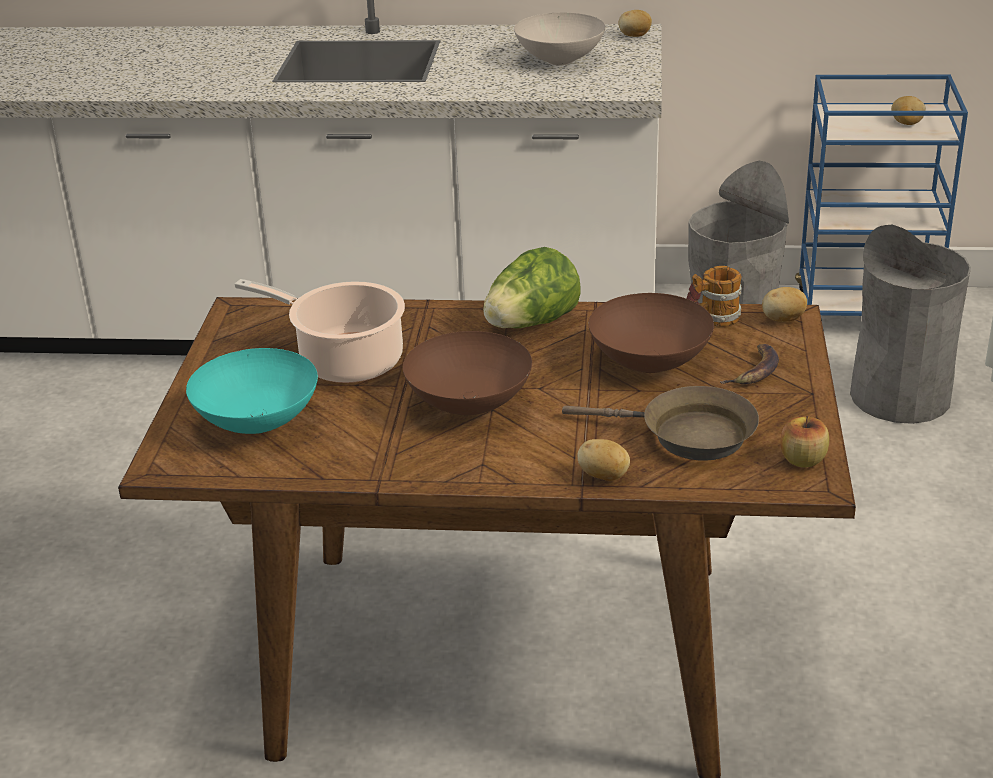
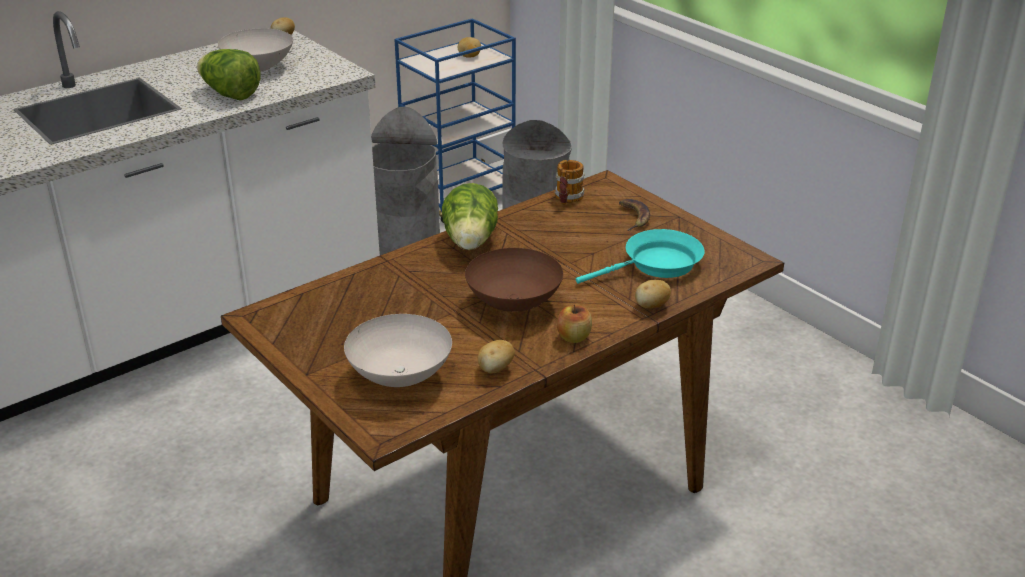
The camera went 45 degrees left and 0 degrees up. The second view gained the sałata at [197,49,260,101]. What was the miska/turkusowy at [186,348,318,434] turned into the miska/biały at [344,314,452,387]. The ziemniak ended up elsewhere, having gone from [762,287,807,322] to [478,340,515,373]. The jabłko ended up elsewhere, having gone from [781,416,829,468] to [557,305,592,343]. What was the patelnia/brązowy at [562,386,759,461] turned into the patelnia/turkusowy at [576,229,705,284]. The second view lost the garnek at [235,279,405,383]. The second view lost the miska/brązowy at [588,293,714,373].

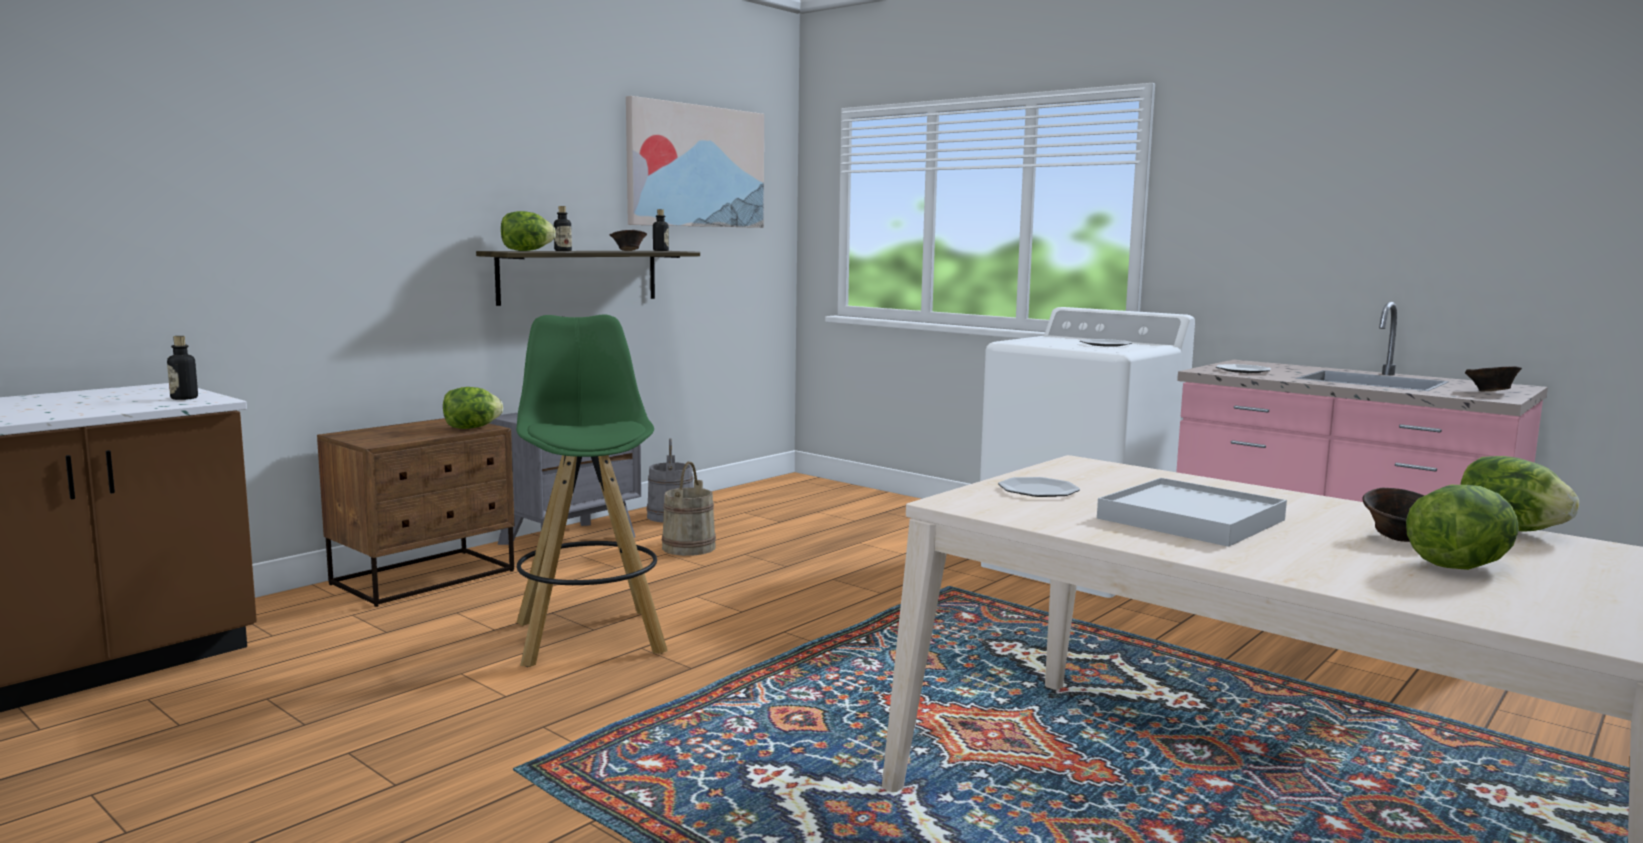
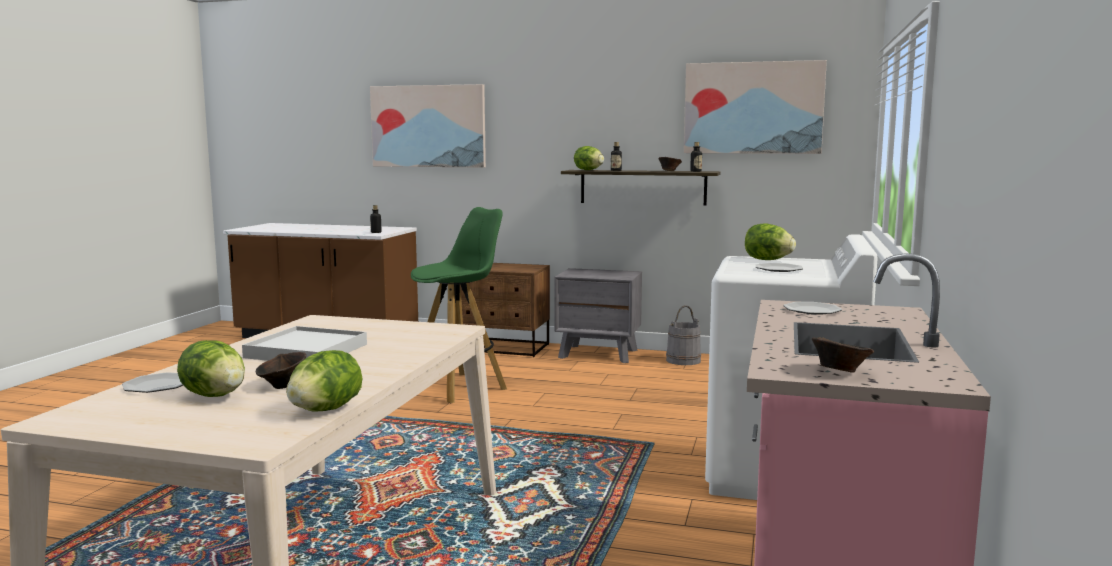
The camera went 65 degrees right and 0 degrees up. The talerz ended up elsewhere, having gone from [998,477,1080,497] to [122,372,183,393]. The second view gained the obraz at [370,84,486,168]. The sałata ended up elsewhere, having gone from [443,387,503,429] to [745,224,796,260]. The second view lost the wiadro/beżowy at [661,462,716,556].

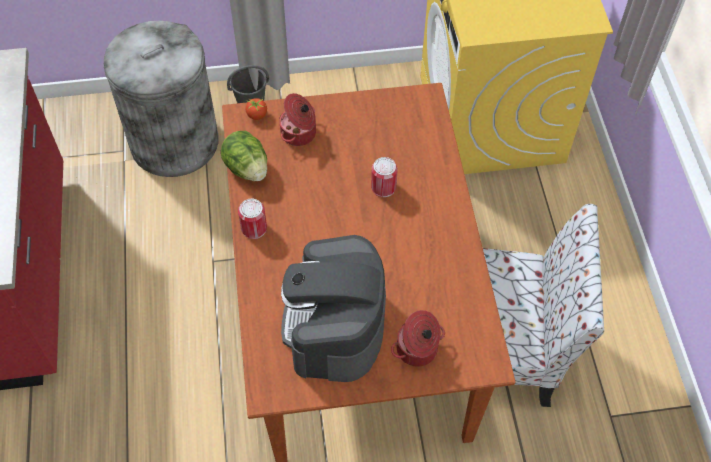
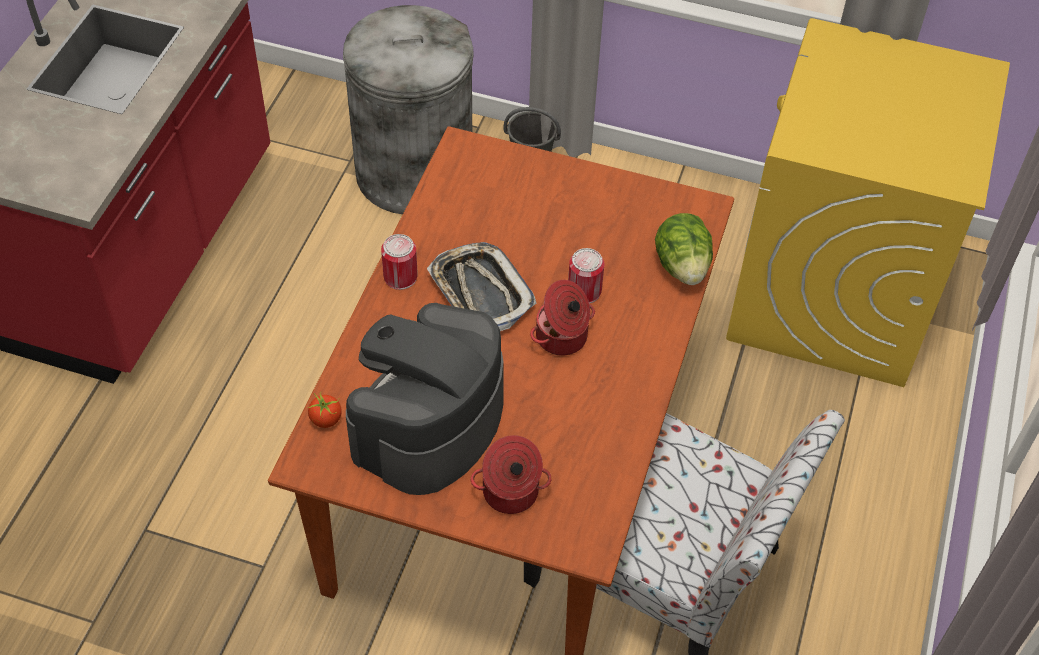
The camera went 25 degrees right and 5 degrees down. The pomidor ended up elsewhere, having gone from [246,97,267,120] to [308,392,342,428]. The second view gained the taca at [427,242,537,331]. The garnek ended up elsewhere, having gone from [279,93,316,146] to [530,280,595,356]. The sałata ended up elsewhere, having gone from [221,131,267,181] to [655,213,713,285].

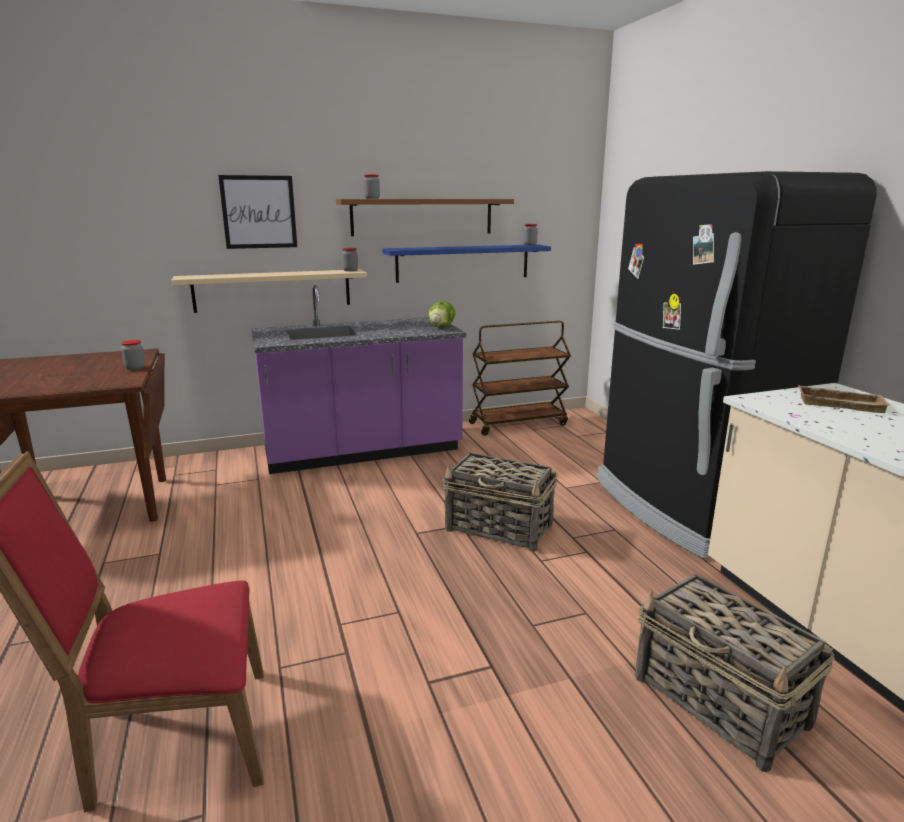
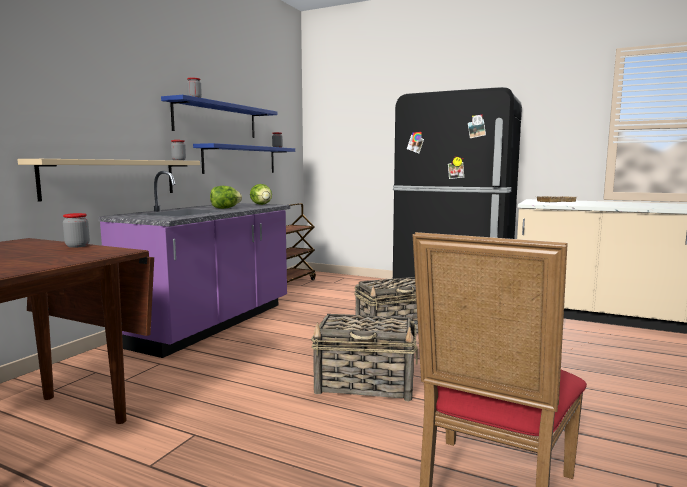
The camera went 45 degrees left and 10 degrees down. What was the półka/brązowy at [336,199,514,236] turned into the półka/niebieski at [161,95,277,138]. The second view gained the sałata at [210,186,242,209]. The koszyk ended up elsewhere, having gone from [635,574,835,772] to [311,314,418,401]. The second view lost the obraz at [218,175,297,249].

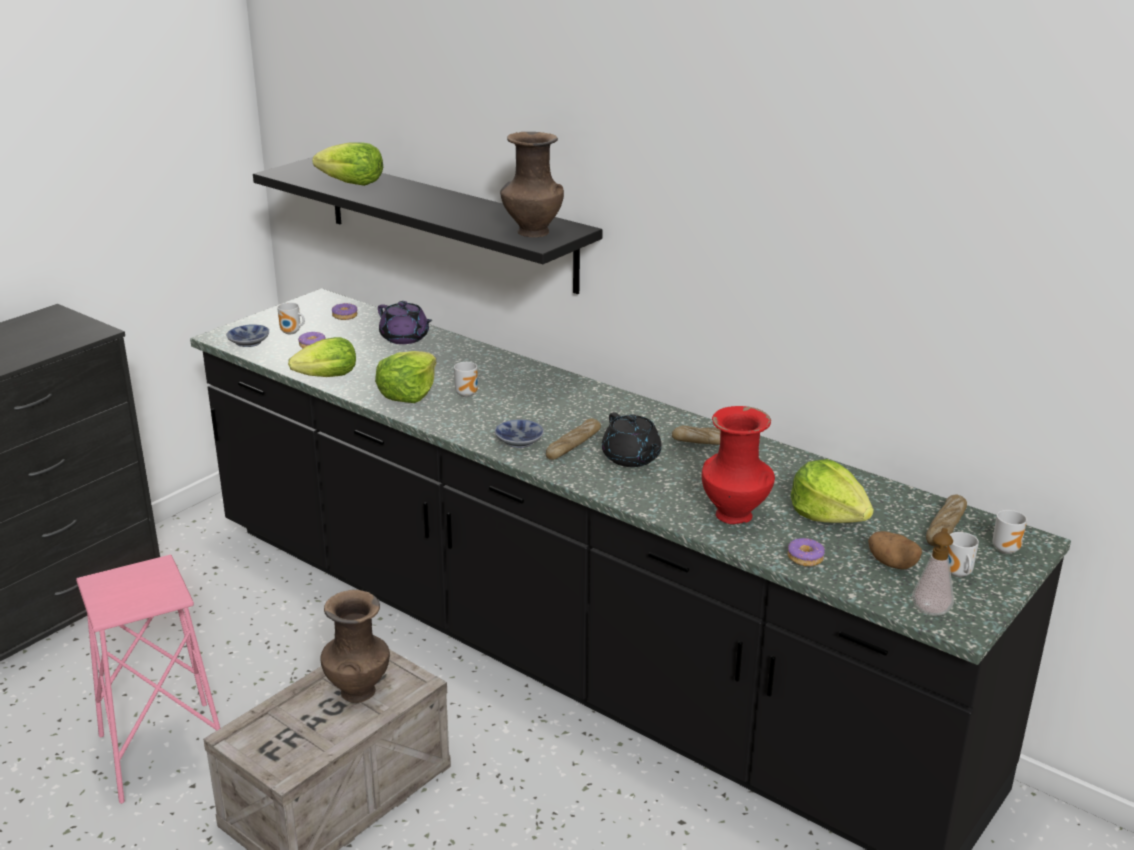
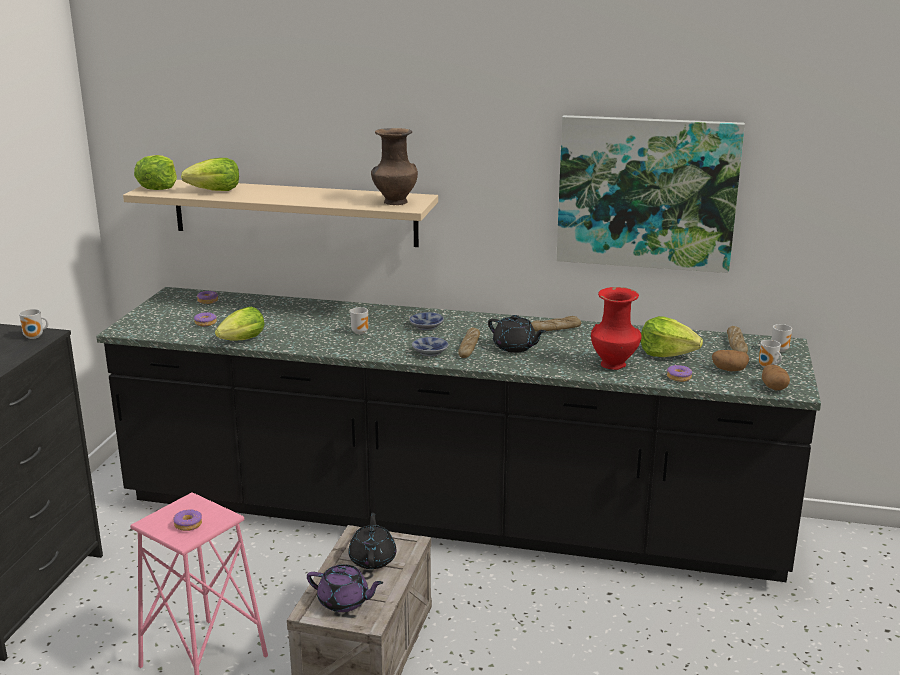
The camera went 25 degrees left and 5 degrees down. The kubek ended up elsewhere, having gone from [277,302,305,334] to [19,309,48,339]. What was the półka/czarny at [253,157,603,294] turned into the półka/beżowy at [123,180,438,247]. The sałata ended up elsewhere, having gone from [375,351,436,403] to [134,155,177,190]. The second view gained the donut at [173,510,202,531]. The imbryk/fioletowy ended up elsewhere, having gone from [378,301,433,344] to [307,564,384,612]. Where the wazon/brązowy stood at [320,590,390,703], the imbryk/czarny came to stand at [348,513,396,569]. The miska ended up elsewhere, having gone from [226,324,269,347] to [409,312,444,330]. The second view gained the obraz at [556,115,745,273]. Where the dozownik mydła stood at [912,528,954,616], the ziemniak came to stand at [762,365,790,390].

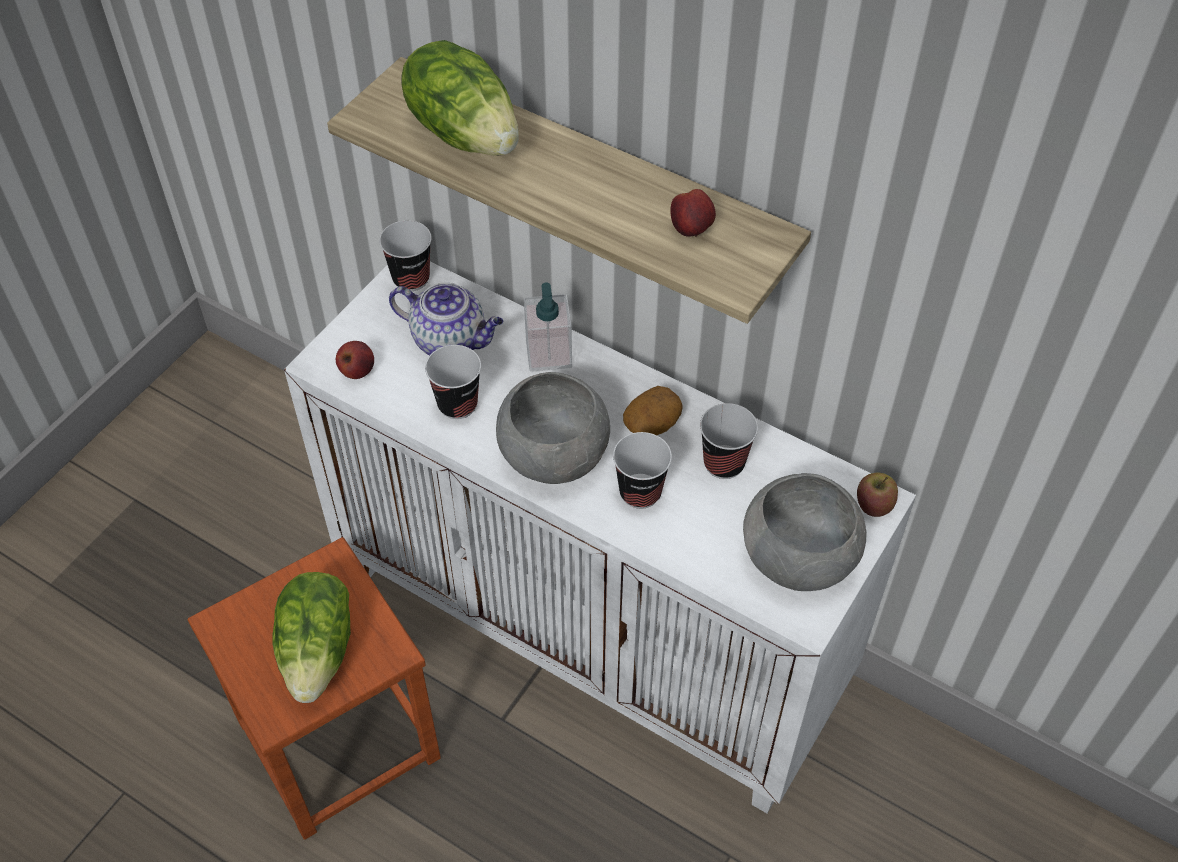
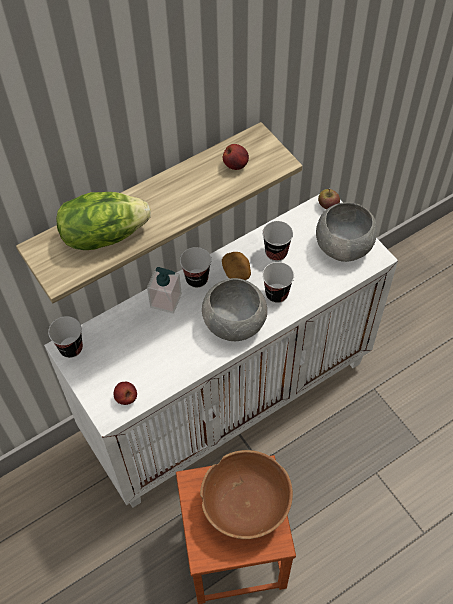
The camera went 65 degrees left and 5 degrees up. The filiżanka ended up elsewhere, having gone from [425,345,481,419] to [180,247,211,288]. Where the sałata stood at [272,572,351,703], the miska/brązowy came to stand at [200,450,293,539]. The second view lost the imbryk at [389,283,503,355].

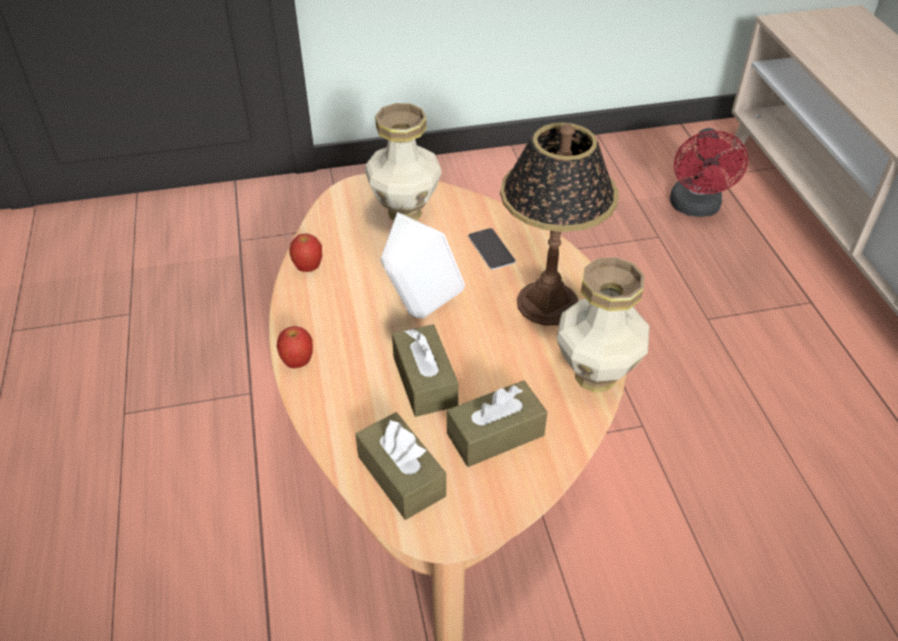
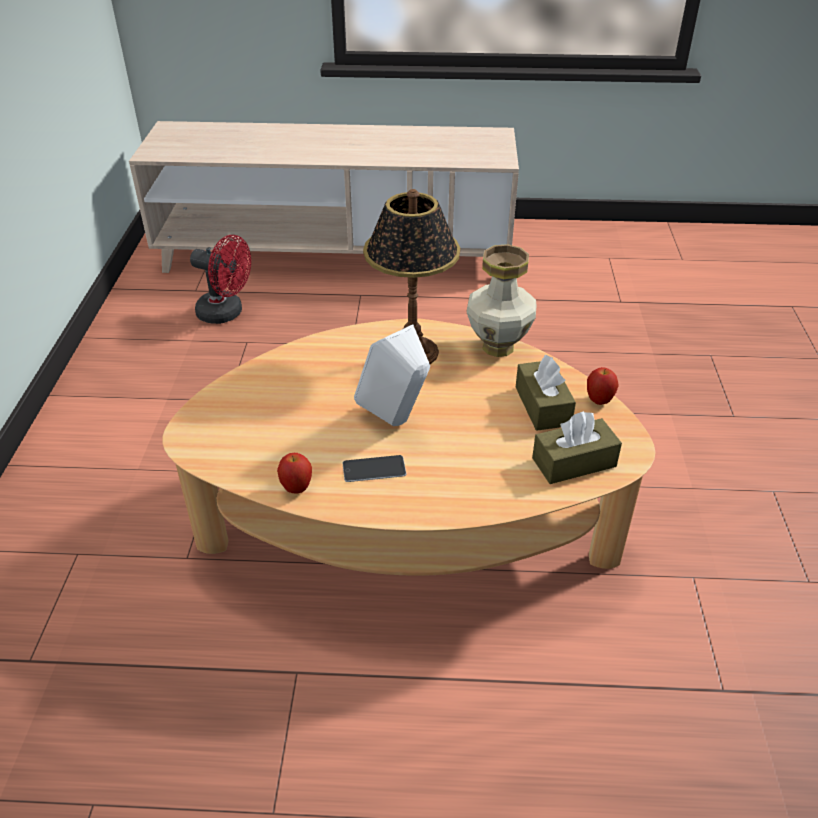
The camera went 75 degrees left and 5 degrees down. The telefon ended up elsewhere, having gone from [468,228,516,270] to [343,455,406,482]. The jabłko ended up elsewhere, having gone from [277,326,313,368] to [587,367,619,405]. The second view lost the wazon at [365,103,442,220]. The second view lost the pudełko chusteczek/brązowy at [392,324,458,417].

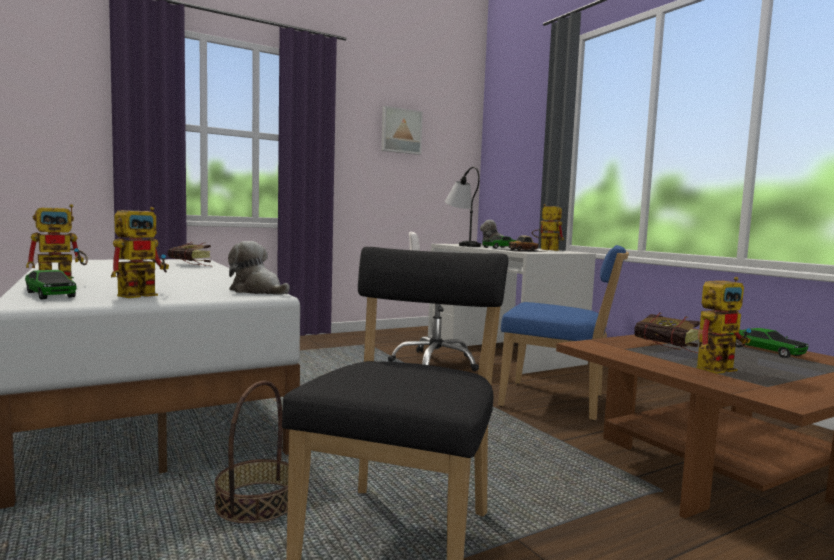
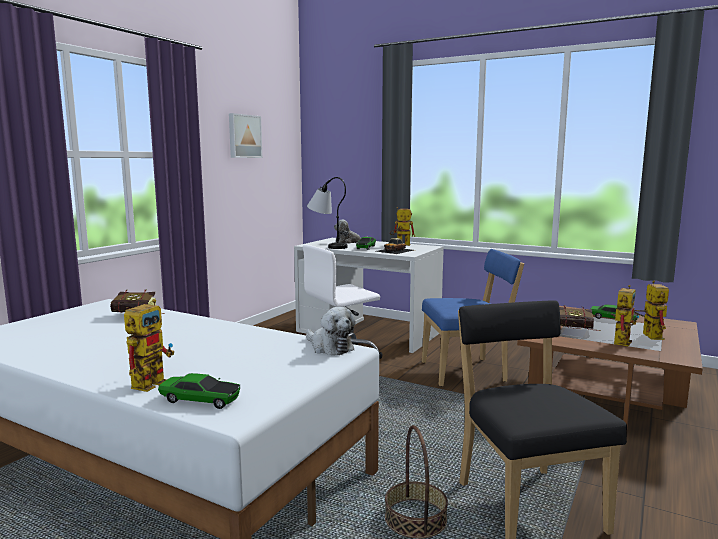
The camera went 30 degrees left and 5 degrees up. The pluszak at [228,241,290,295] ended up facing another way, 135 degrees counterclockwise from before. The robot zabawkowy ended up elsewhere, having gone from [111,207,169,298] to [634,280,669,340].

